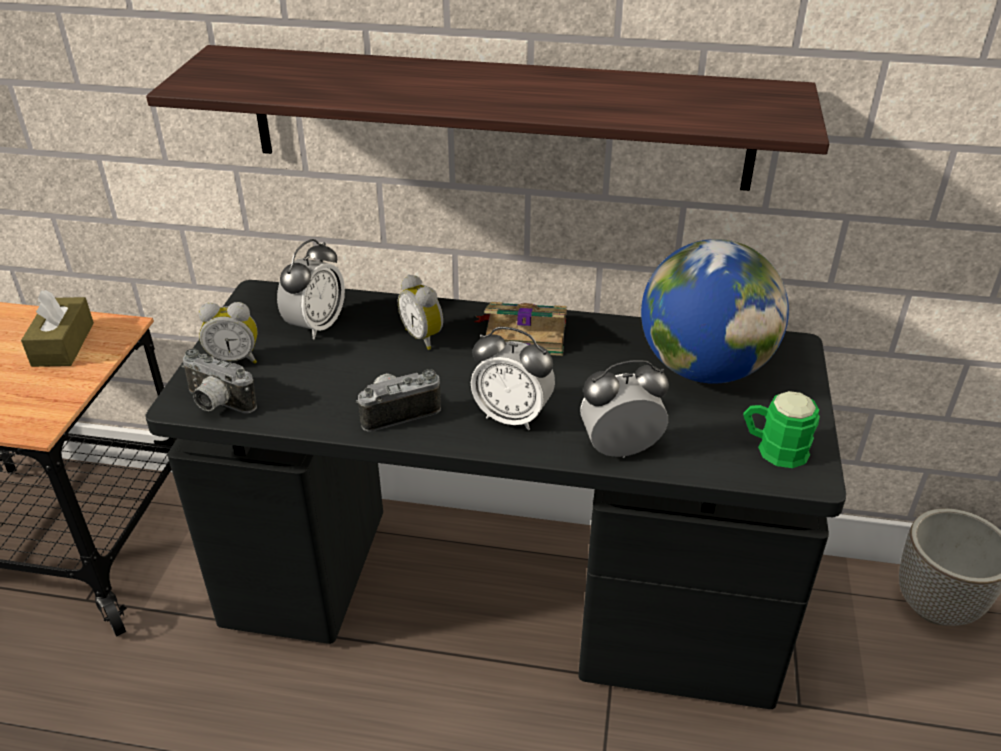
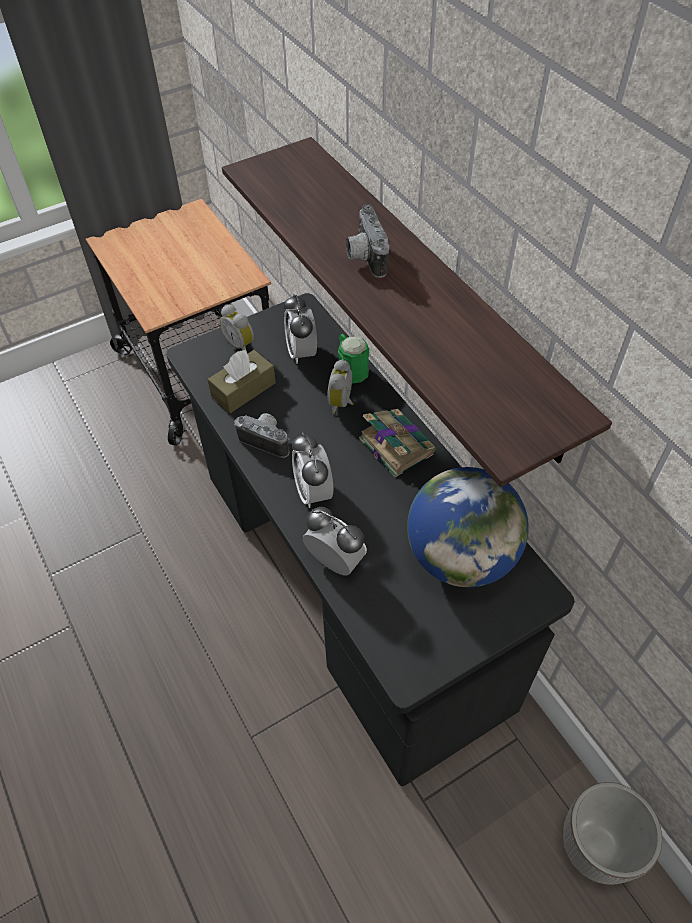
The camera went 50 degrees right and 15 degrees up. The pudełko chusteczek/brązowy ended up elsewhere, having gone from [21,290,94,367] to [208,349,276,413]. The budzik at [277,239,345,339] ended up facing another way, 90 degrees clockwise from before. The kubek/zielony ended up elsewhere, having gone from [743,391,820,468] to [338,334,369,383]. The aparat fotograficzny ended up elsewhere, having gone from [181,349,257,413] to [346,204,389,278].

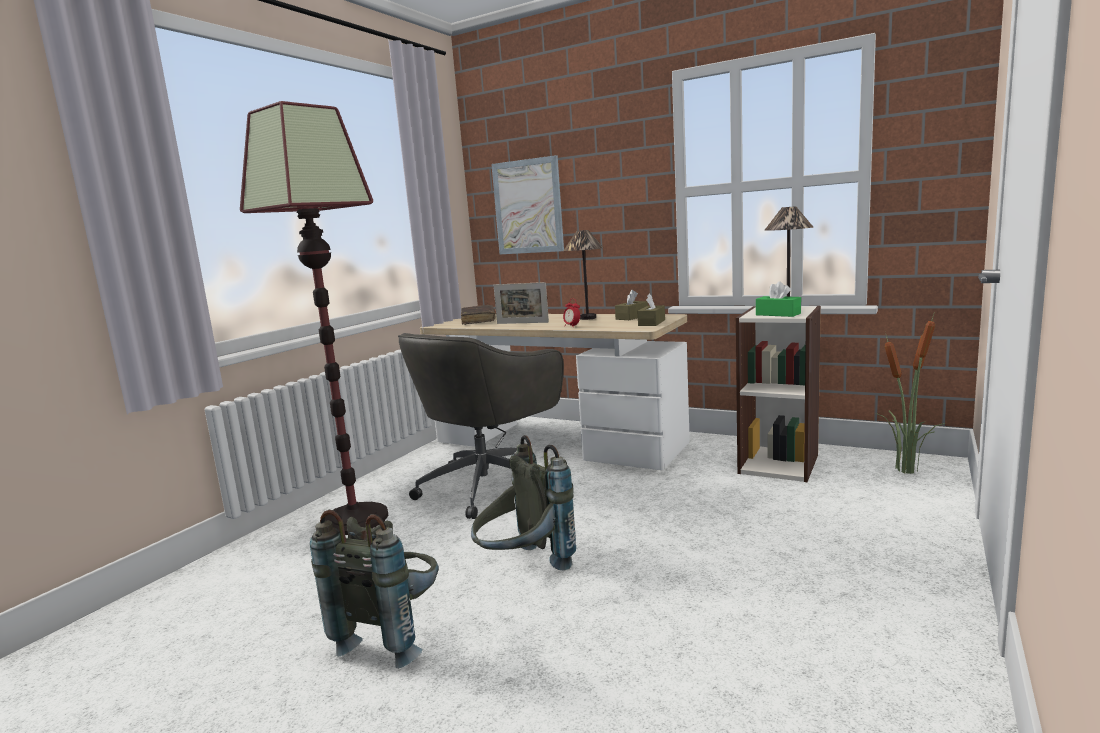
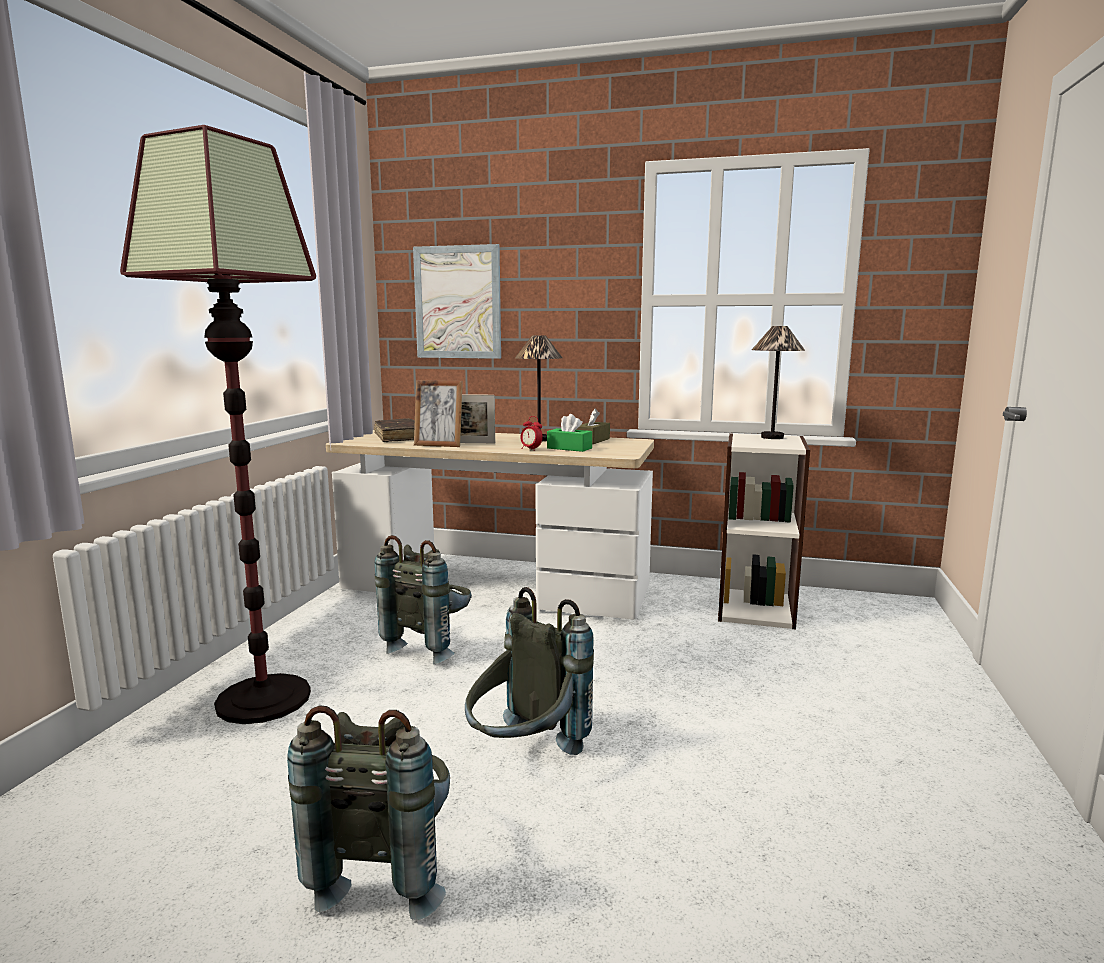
The camera went 15 degrees left and 0 degrees up. Where the krzesło biurowe/szary stood at [398,333,564,519], the plecak/szary came to stand at [375,535,472,664]. The second view gained the ramka na zdjęcie at [414,380,463,447]. The pudełko chusteczek/zielony ended up elsewhere, having gone from [756,281,801,317] to [547,414,592,452]. The second view lost the pudełko chusteczek/brązowy at [637,293,665,326]. The second view lost the roślina doniczkowa at [876,311,945,474].

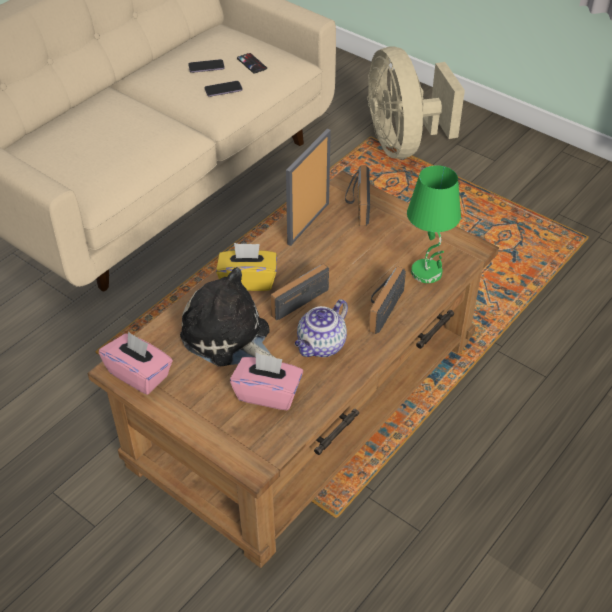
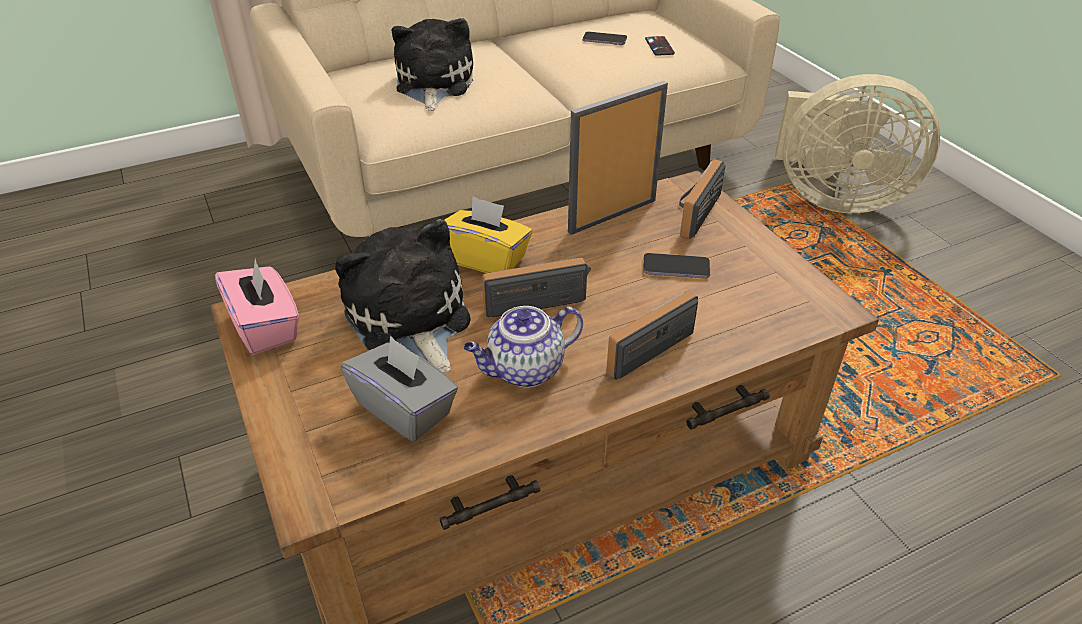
The camera went 25 degrees right and 5 degrees down. What was the pudełko chusteczek/różowy at [230,353,303,410] turned into the pudełko chusteczek/szary at [341,335,458,441]. The second view gained the pluszak at [392,18,473,111]. The telefon ended up elsewhere, having gone from [204,81,242,97] to [643,253,710,278]. The wentylator/beżowy at [367,46,465,159] ended up facing another way, 90 degrees counterclockwise from before. The second view lost the lampa stołowa/zielony at [407,165,461,283].

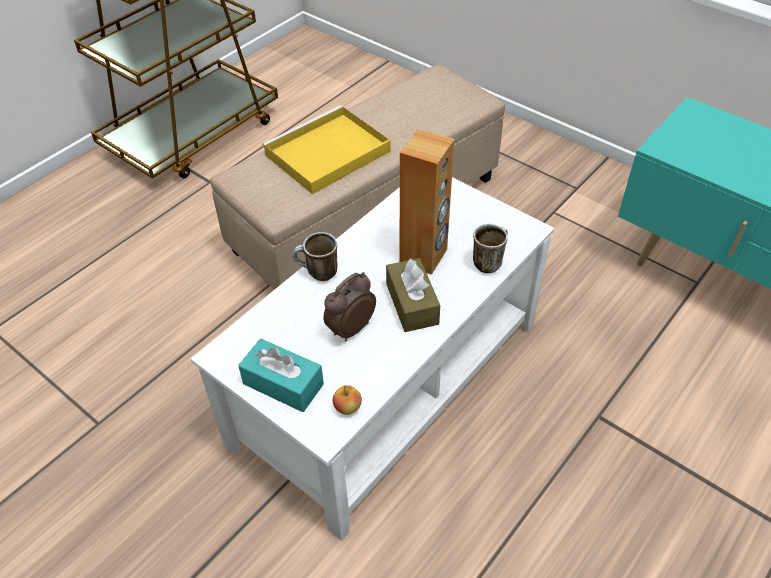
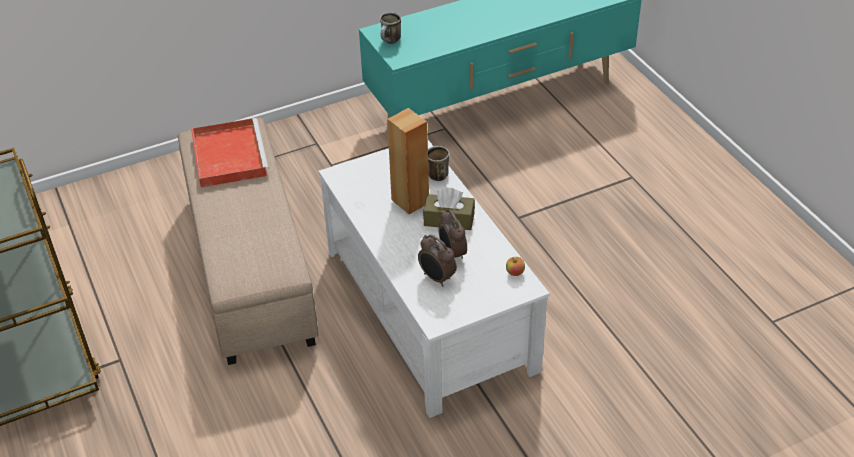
The camera went 65 degrees left and 5 degrees down. The second view gained the taca/czerwony at [191,118,269,188]. The kubek ended up elsewhere, having gone from [293,232,337,281] to [380,12,401,44]. The second view gained the budzik at [418,234,457,287]. The second view lost the pudełko chusteczek/turkusowy at [238,339,324,412]. The second view lost the taca/żółty at [262,105,391,194].

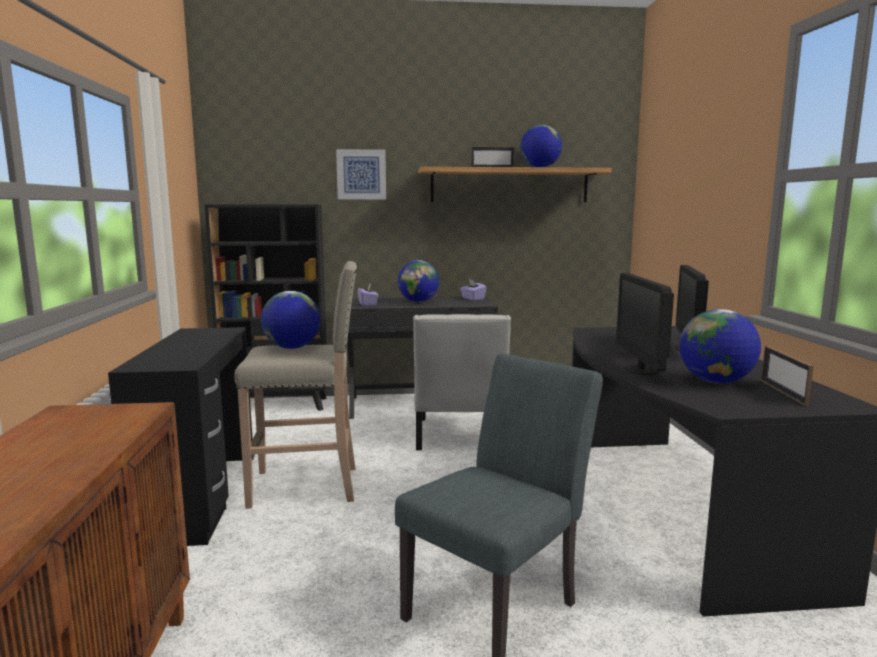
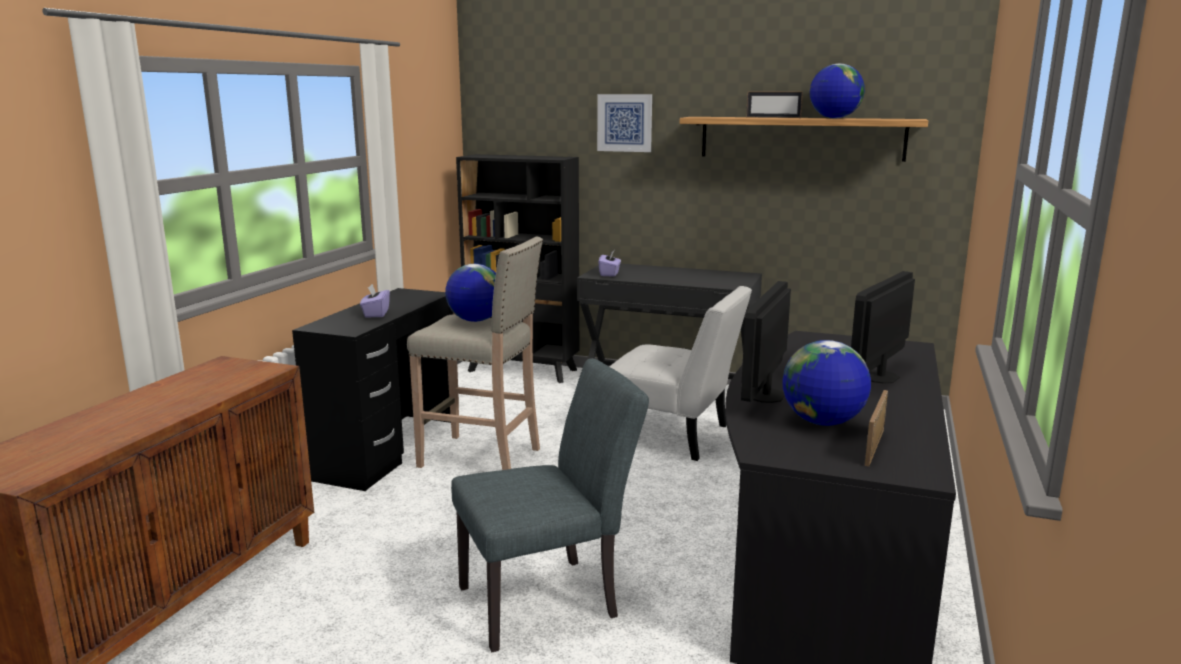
The camera went 25 degrees right and 5 degrees up. The pudełko chusteczek/fioletowy ended up elsewhere, having gone from [460,279,487,300] to [360,284,390,317]. The krzesło/biały at [413,314,511,450] ended up facing another way, 90 degrees counterclockwise from before. The second view lost the globus at [398,260,440,302].

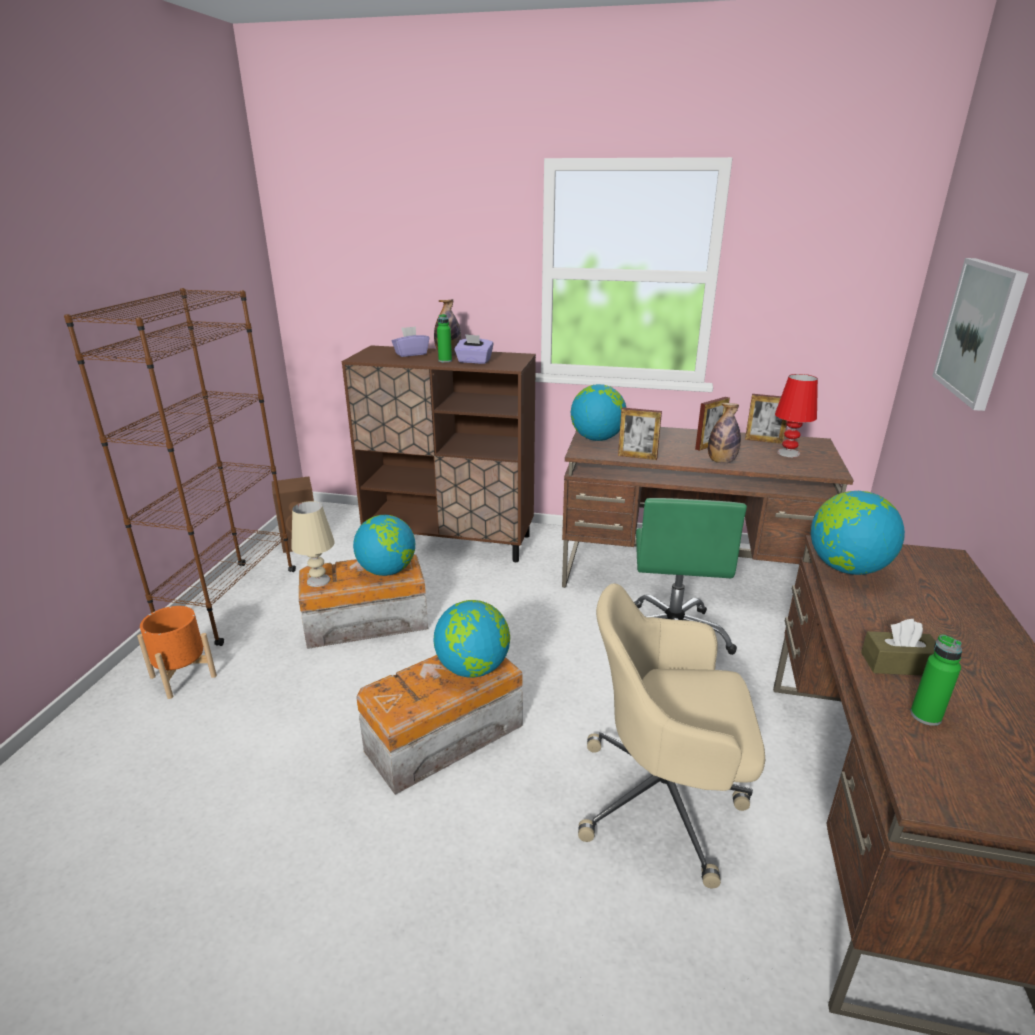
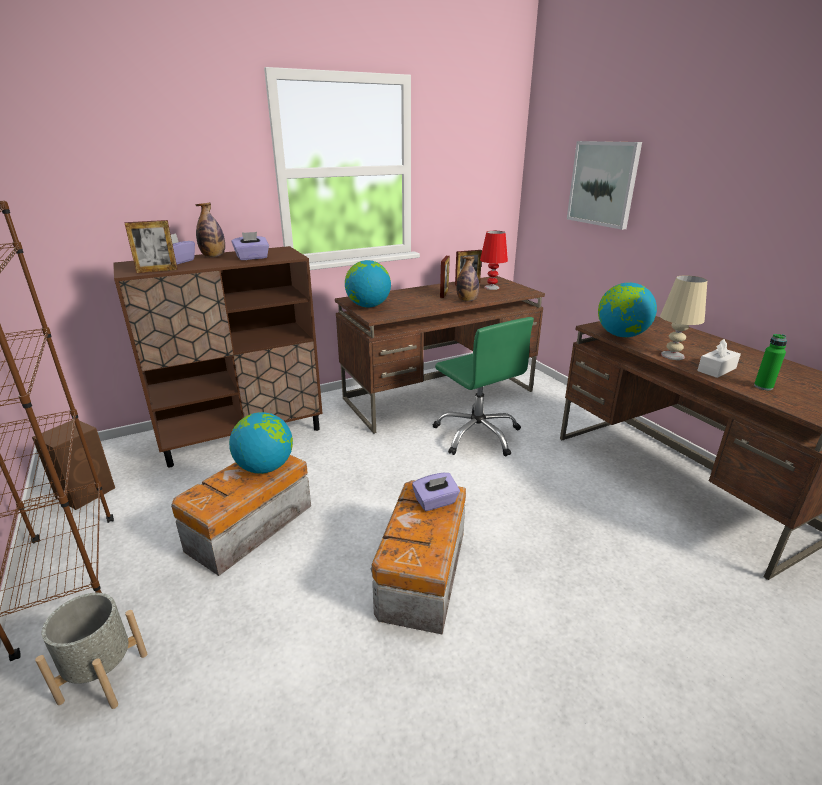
The camera went 40 degrees left and 0 degrees up. What was the donica/pomarańczowy at [137,606,217,699] turned into the donica/szary at [35,593,147,709]. The ramka na zdjęcie ended up elsewhere, having gone from [618,407,662,460] to [125,220,178,273]. Where the globus stood at [433,600,510,678], the pudełko chusteczek/fioletowy came to stand at [412,473,460,511]. The lampa stołowa/beżowy ended up elsewhere, having gone from [291,501,335,587] to [660,275,707,360]. What was the pudełko chusteczek/brązowy at [861,619,936,675] turned into the pudełko chusteczek/biały at [697,339,741,378]. The second view lost the butelka/zielony at [437,314,452,363]. The second view lost the krzesło biurowe/beżowy at [578,584,765,888].

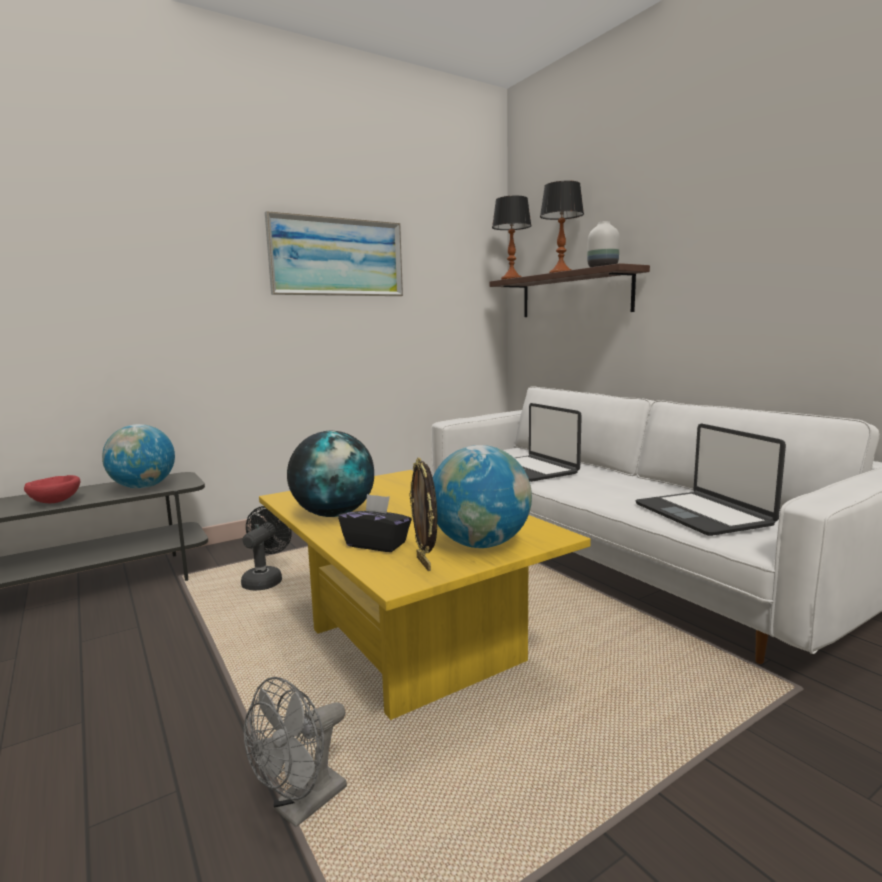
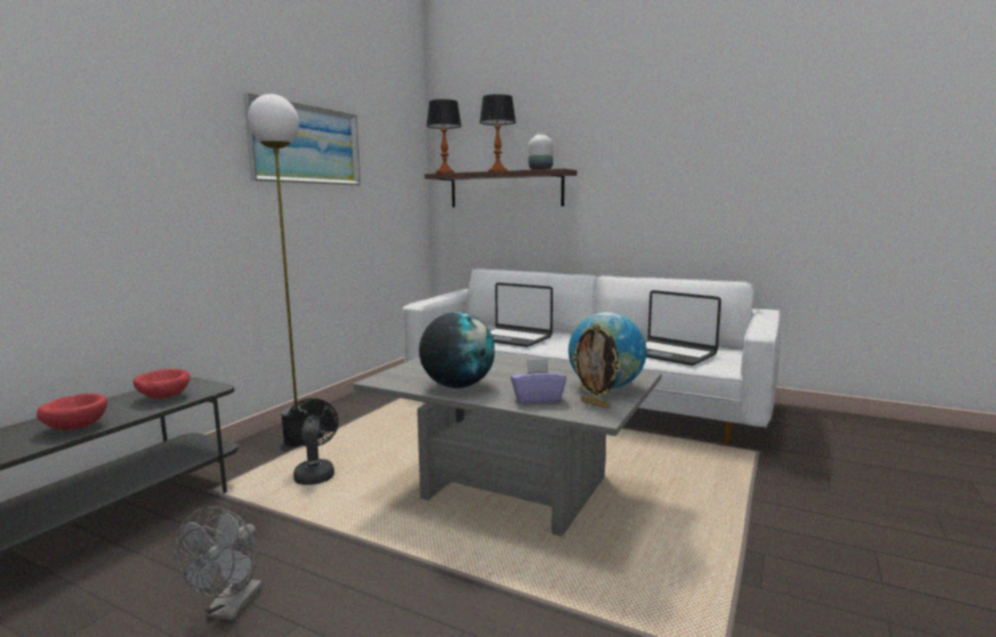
The camera went 30 degrees left and 0 degrees up. Where the globus stood at [102,424,175,489], the miska/czerwony came to stand at [133,369,190,399]. The wentylator/szary ended up elsewhere, having gone from [244,677,347,827] to [174,506,263,620]. The second view gained the lampa stojąca at [248,94,309,446]. What was the ława/żółty at [259,470,591,720] turned into the ława/szary at [353,353,662,537]. What was the pudełko chusteczek/czarny at [338,494,412,552] turned into the pudełko chusteczek/fioletowy at [510,359,566,404].

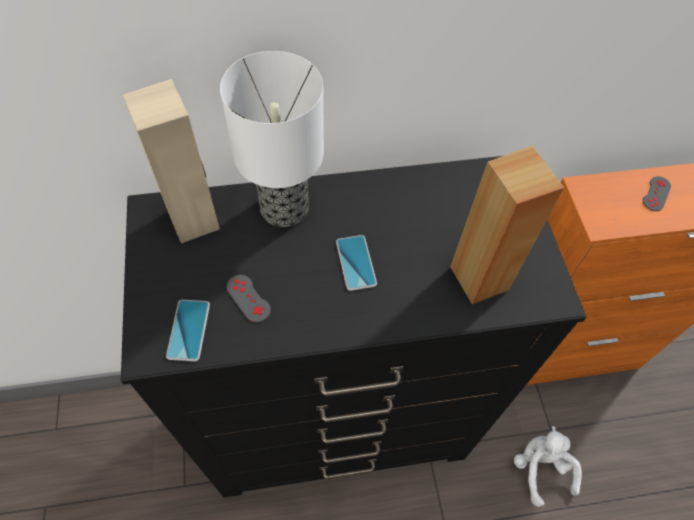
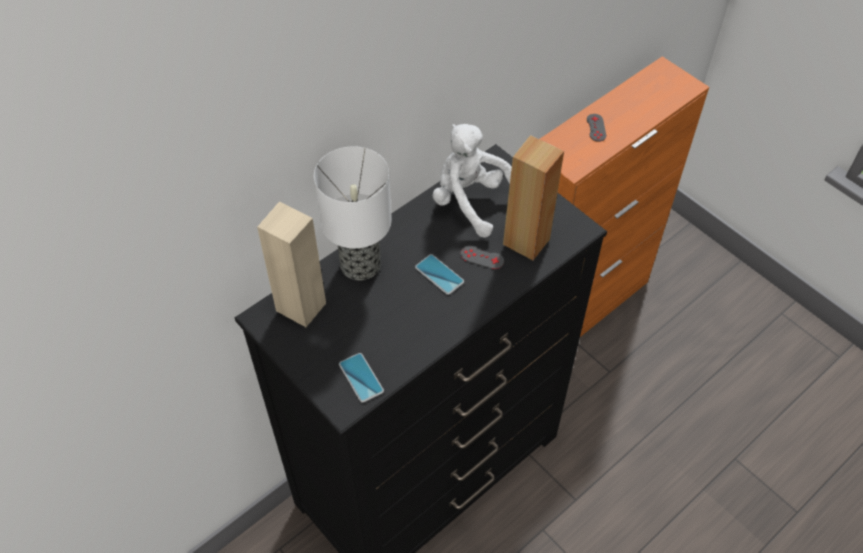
The camera went 30 degrees left and 5 degrees down. The pluszak/biały ended up elsewhere, having gone from [514,426,582,507] to [432,124,512,238]. The pad do gier/szary ended up elsewhere, having gone from [227,275,271,322] to [460,246,504,269].

